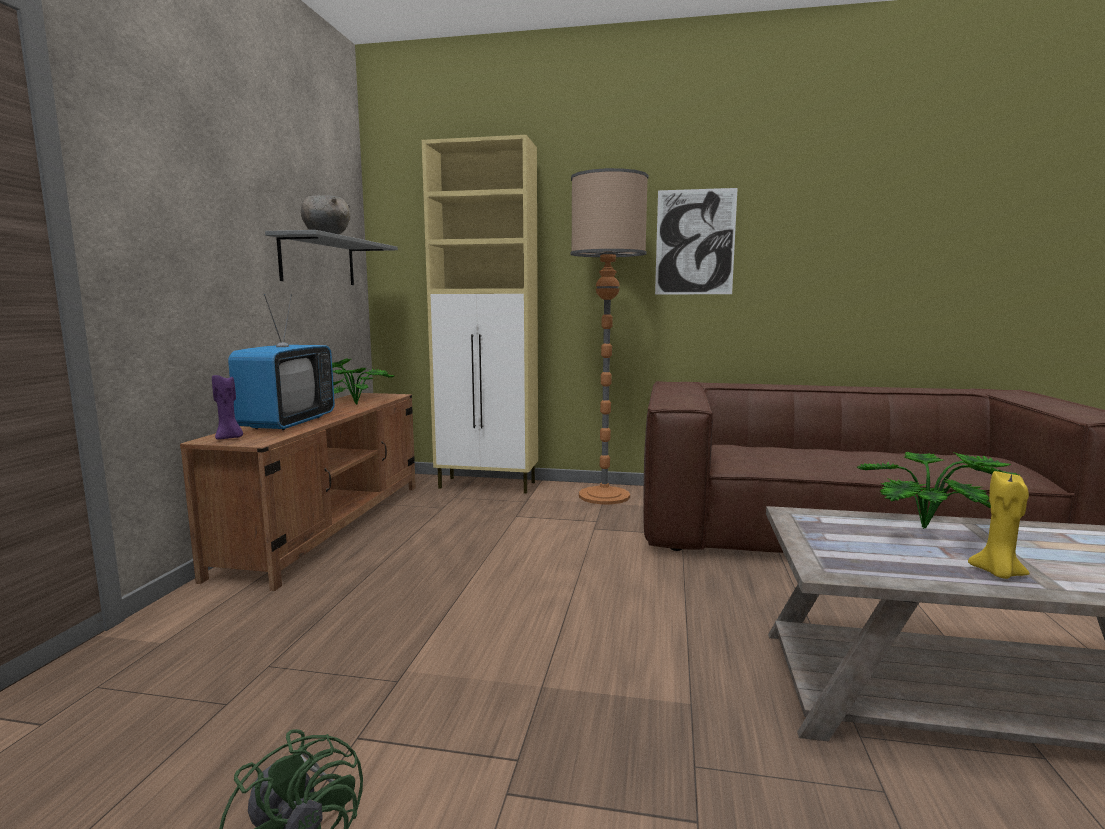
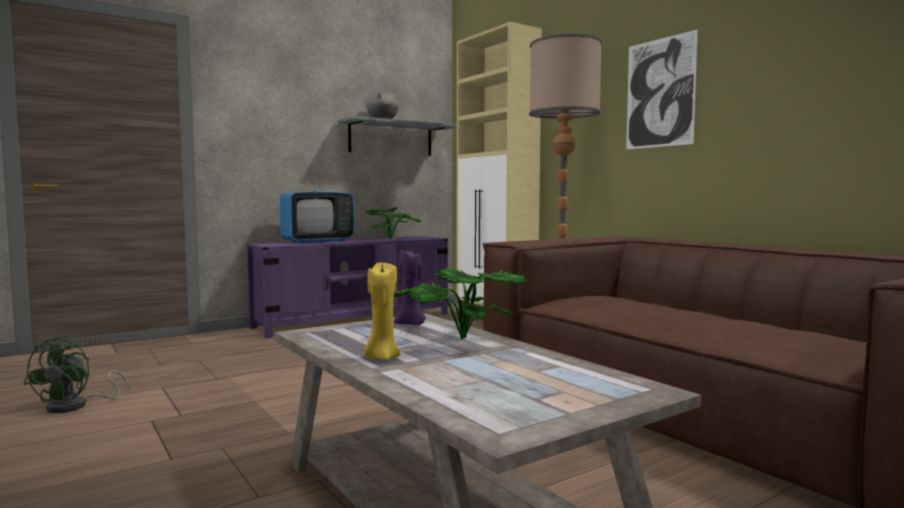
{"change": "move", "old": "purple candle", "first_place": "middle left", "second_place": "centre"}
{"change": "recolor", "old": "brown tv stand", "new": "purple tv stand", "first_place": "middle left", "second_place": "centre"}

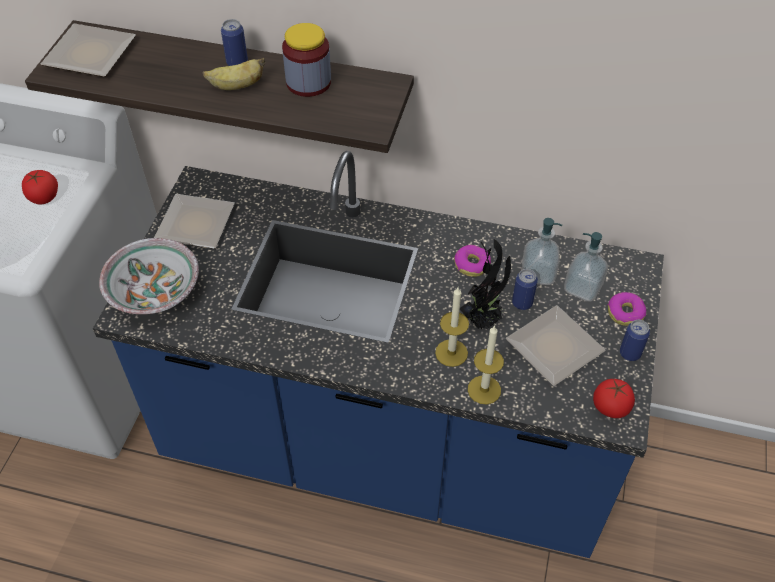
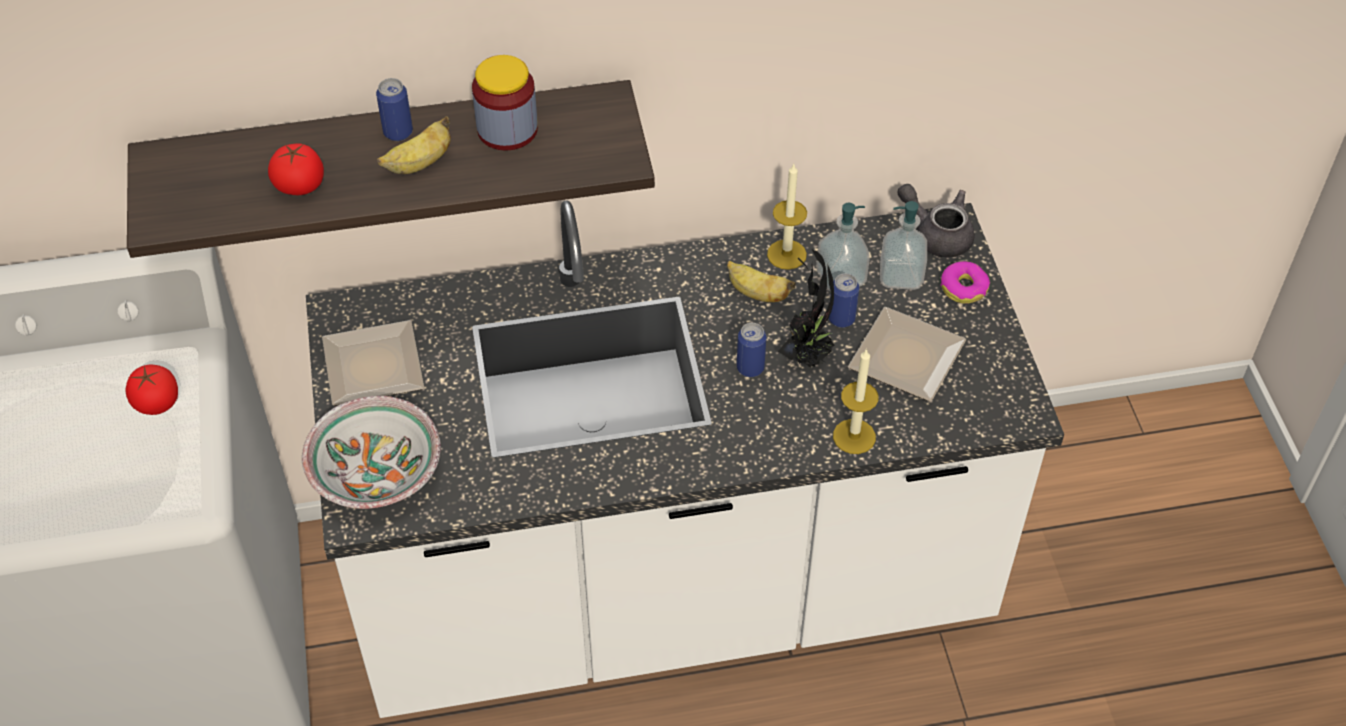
{"change": "delete", "old": "plate (1st from left)", "first_place": "top left"}
{"change": "recolor", "old": "blue counter", "new": "white counter", "first_place": "centre", "second_place": "centre"}
{"change": "replace", "old": "donut (1st from left)", "new": "banana (2nd from left)", "first_place": "centre", "second_place": "centre"}
{"change": "move", "old": "candle (1st from left)", "first_place": "centre", "second_place": "top centre"}
{"change": "move", "old": "can (3rd from left in the first image)", "new": "can (2nd from left)", "first_place": "middle right", "second_place": "centre"}
{"change": "move", "old": "tomato (2nd from left)", "first_place": "bottom right", "second_place": "top left"}
{"change": "insert", "new": "grey teapot", "second_place": "top right"}

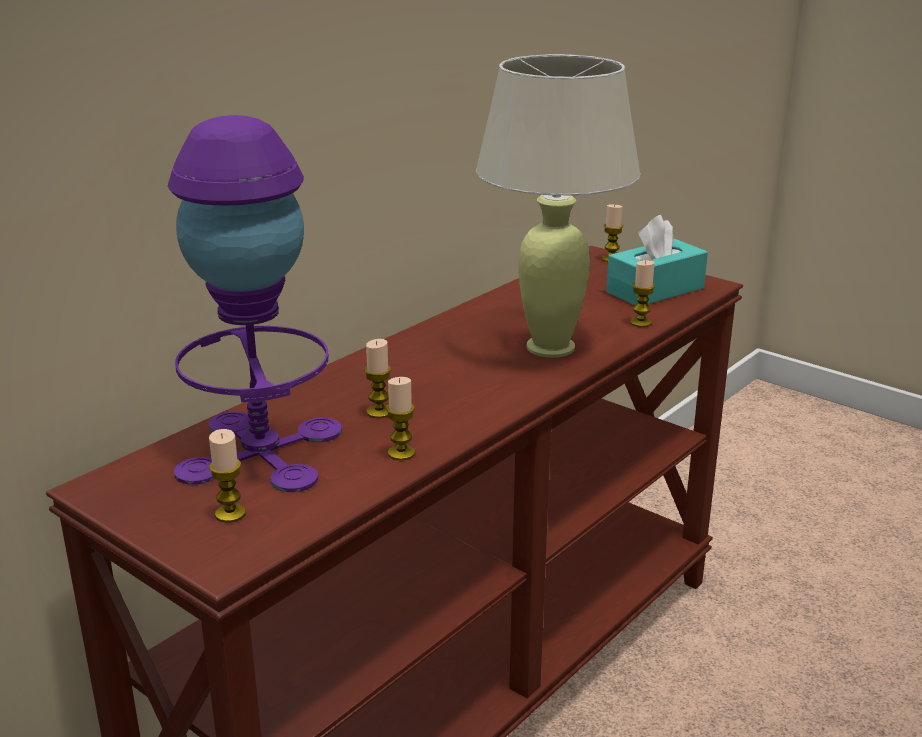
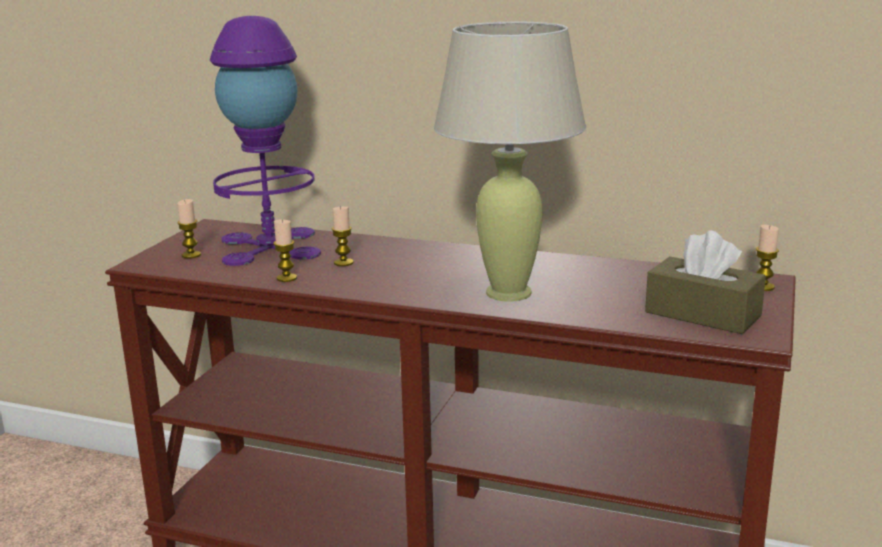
{"change": "recolor", "old": "turquoise tissue box", "new": "brown tissue box", "first_place": "middle right", "second_place": "middle right"}
{"change": "delete", "old": "candle (5th from left)", "first_place": "middle right"}

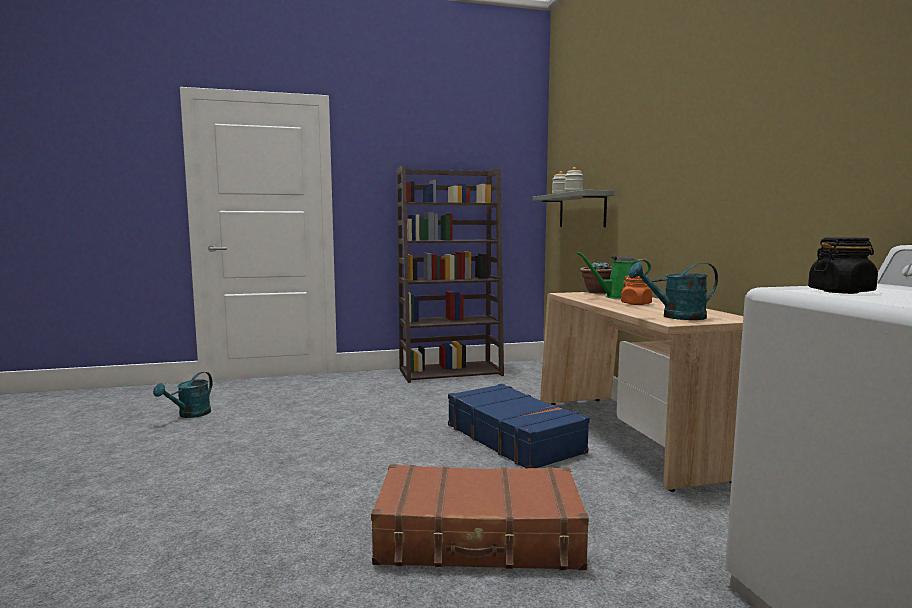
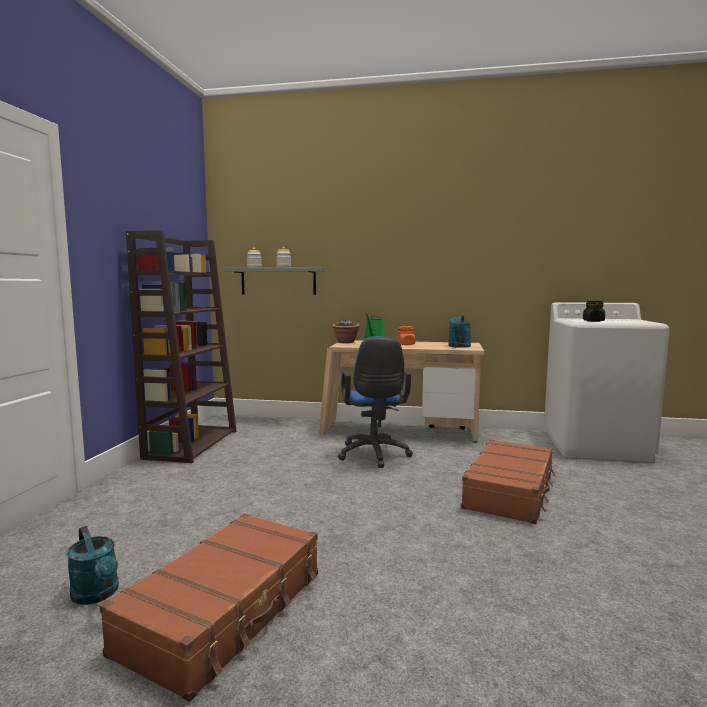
{"change": "replace", "old": "blue suitcase", "new": "blue office chair", "first_place": "bottom centre", "second_place": "centre"}
{"change": "insert", "new": "brown suitcase (1st from left)", "second_place": "bottom left"}

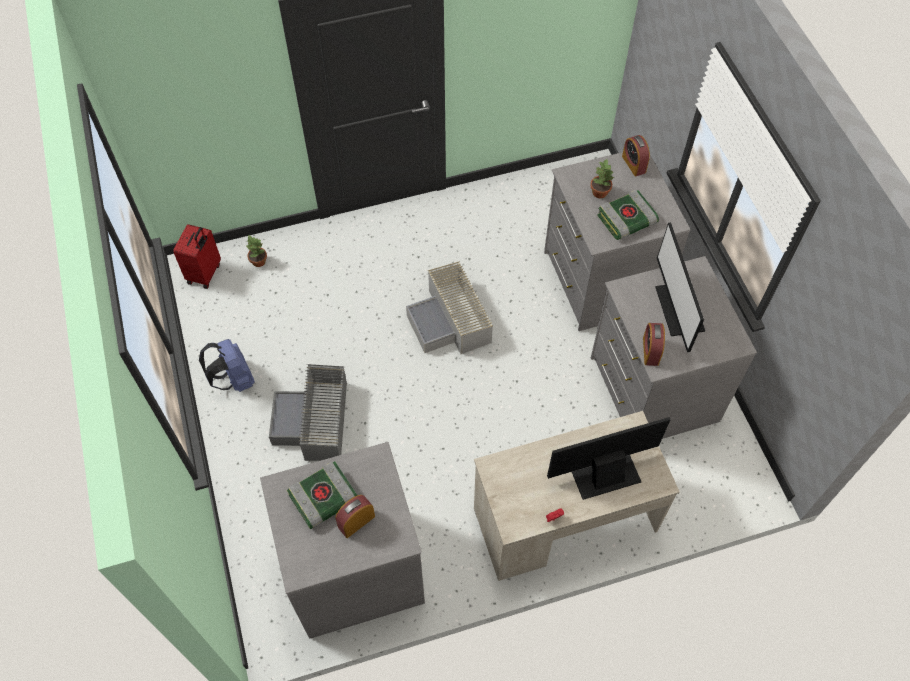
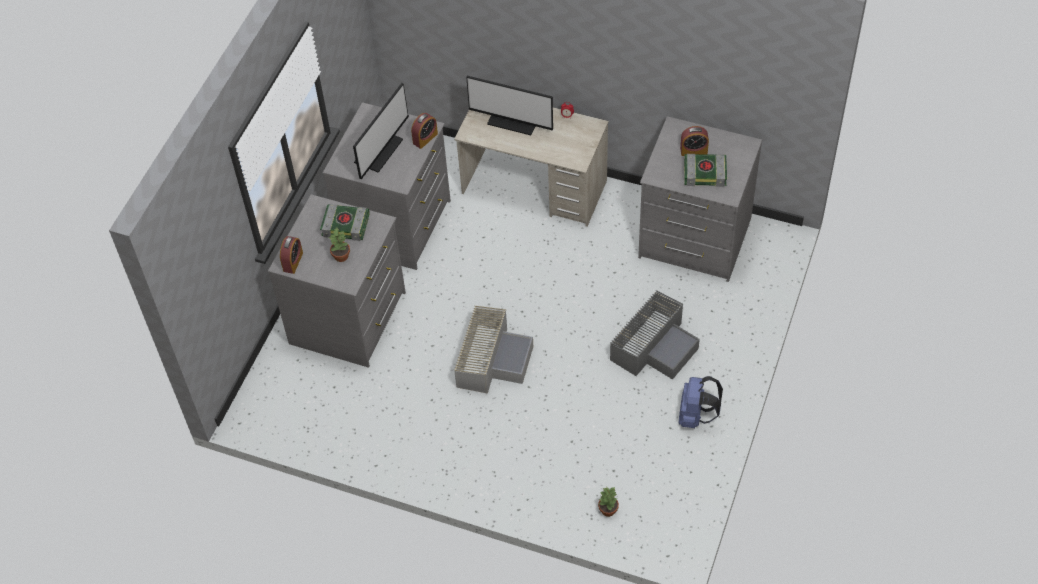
{"change": "delete", "old": "red suitcase", "first_place": "middle left"}

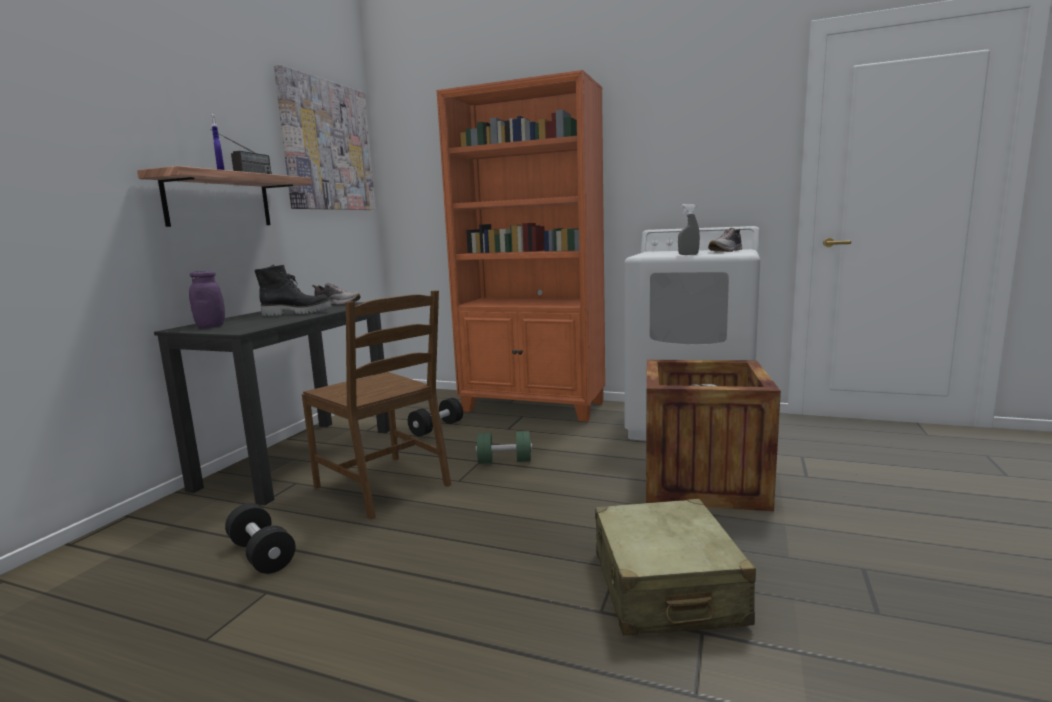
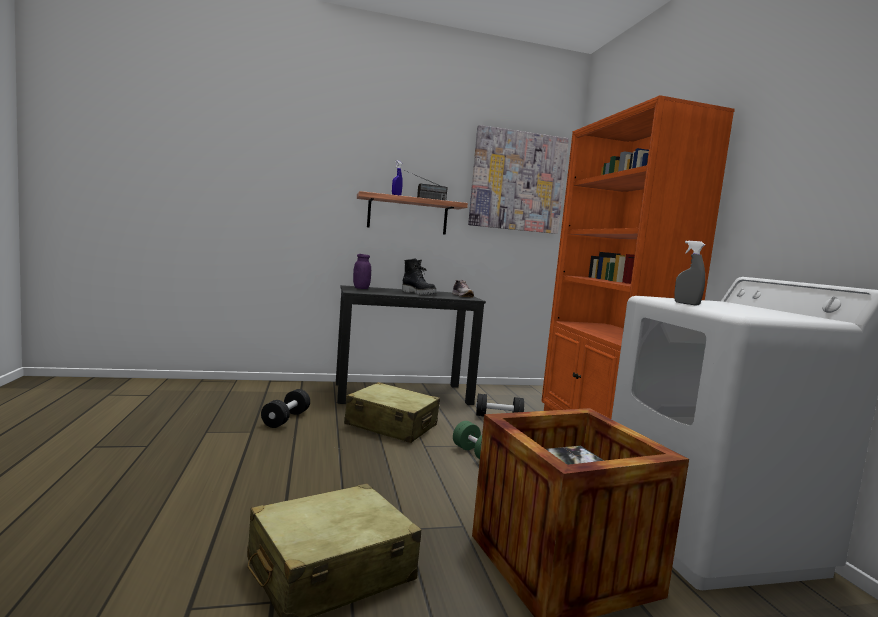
{"change": "delete", "old": "shoe (2nd from left)", "first_place": "middle right"}
{"change": "replace", "old": "brown chair", "new": "beige suitcase (2nd from left)", "first_place": "centre", "second_place": "bottom centre"}

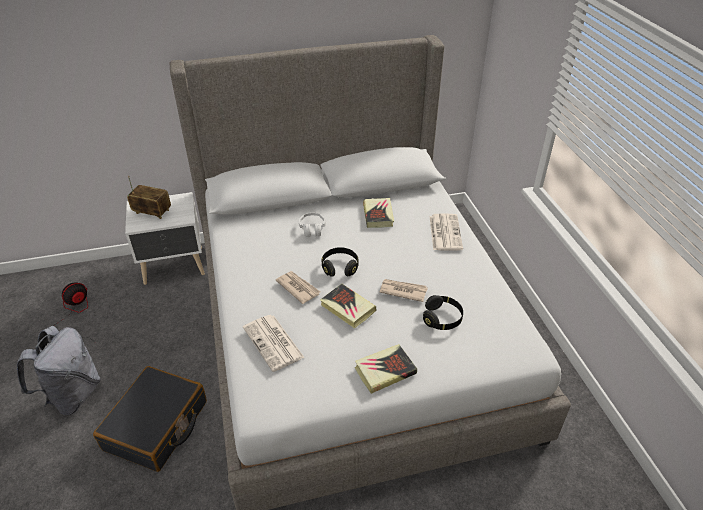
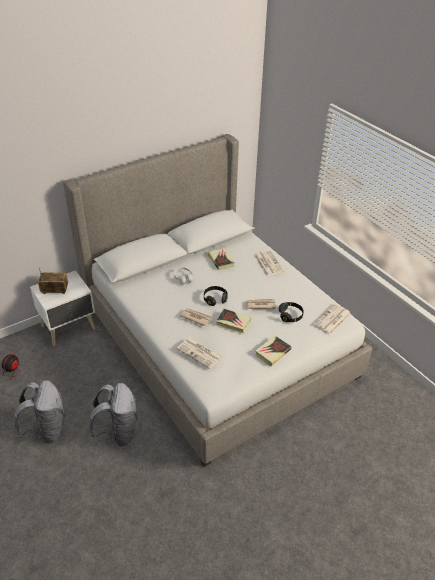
{"change": "replace", "old": "black suitcase", "new": "grey backpack (2nd from left)", "first_place": "bottom left", "second_place": "bottom left"}
{"change": "insert", "new": "newspaper (5th from left)", "second_place": "middle right"}

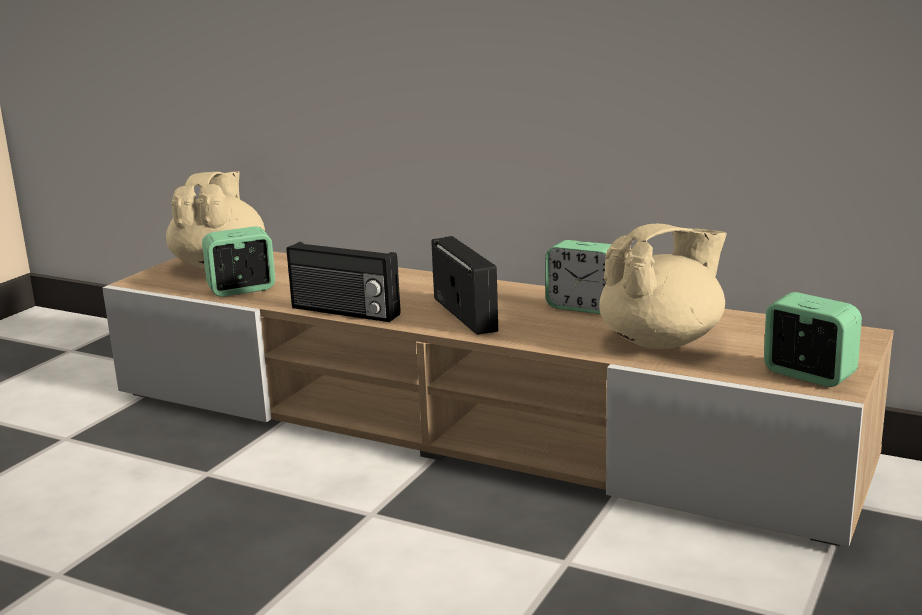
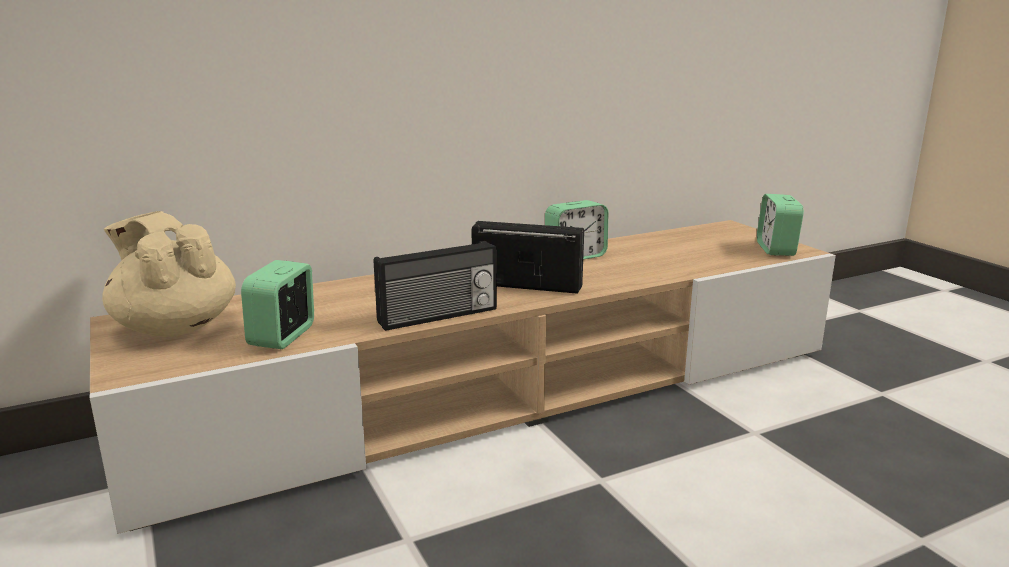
{"change": "delete", "old": "beige teapot (2nd from left)", "first_place": "middle right"}
{"change": "rotate", "old": "alarm clock (3rd from left)", "first_place": "middle right", "second_place": "middle right", "degrees": -75}

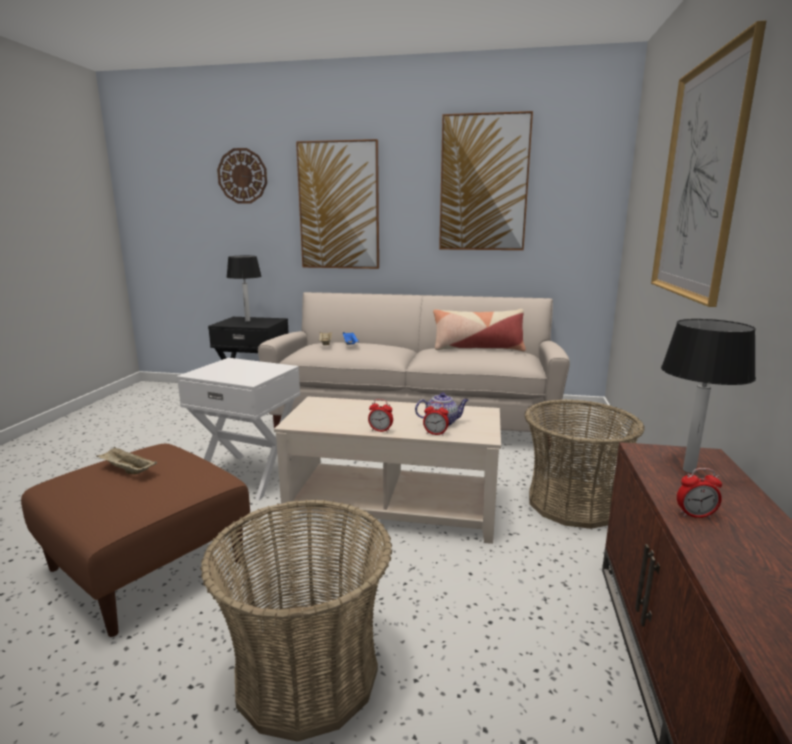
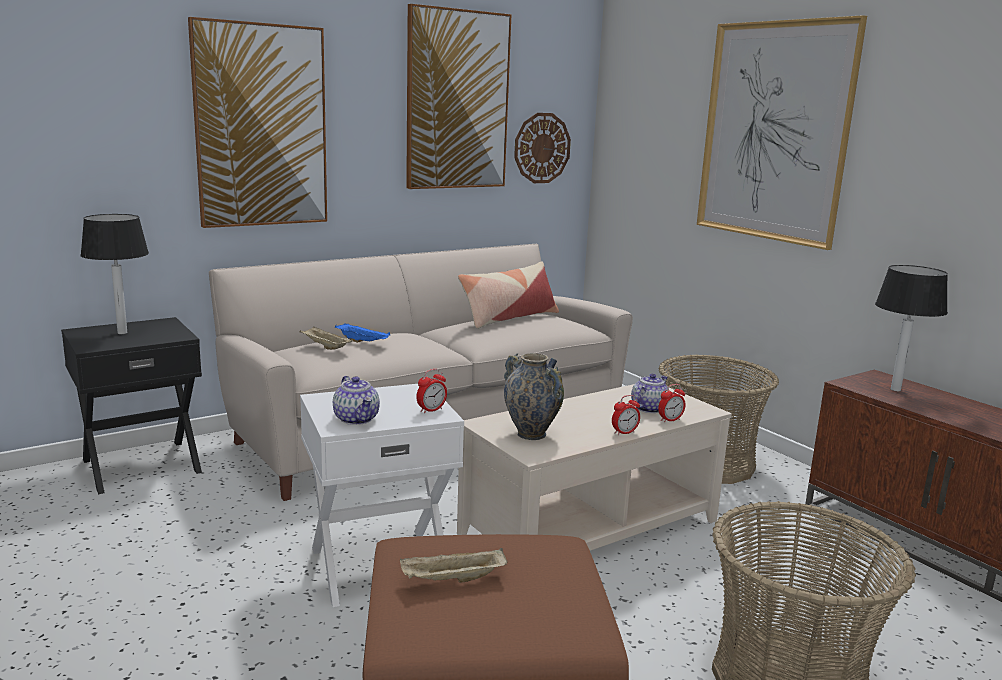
{"change": "move", "old": "wall clock", "first_place": "top left", "second_place": "top centre"}
{"change": "move", "old": "alarm clock (3rd from left in the first image)", "new": "alarm clock (1st from left)", "first_place": "middle right", "second_place": "centre"}
{"change": "insert", "new": "vase", "second_place": "centre"}
{"change": "insert", "new": "teapot (1st from left)", "second_place": "centre"}

